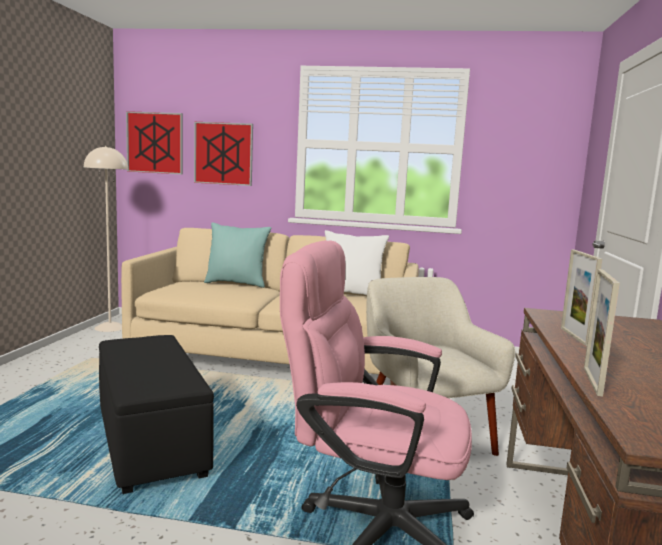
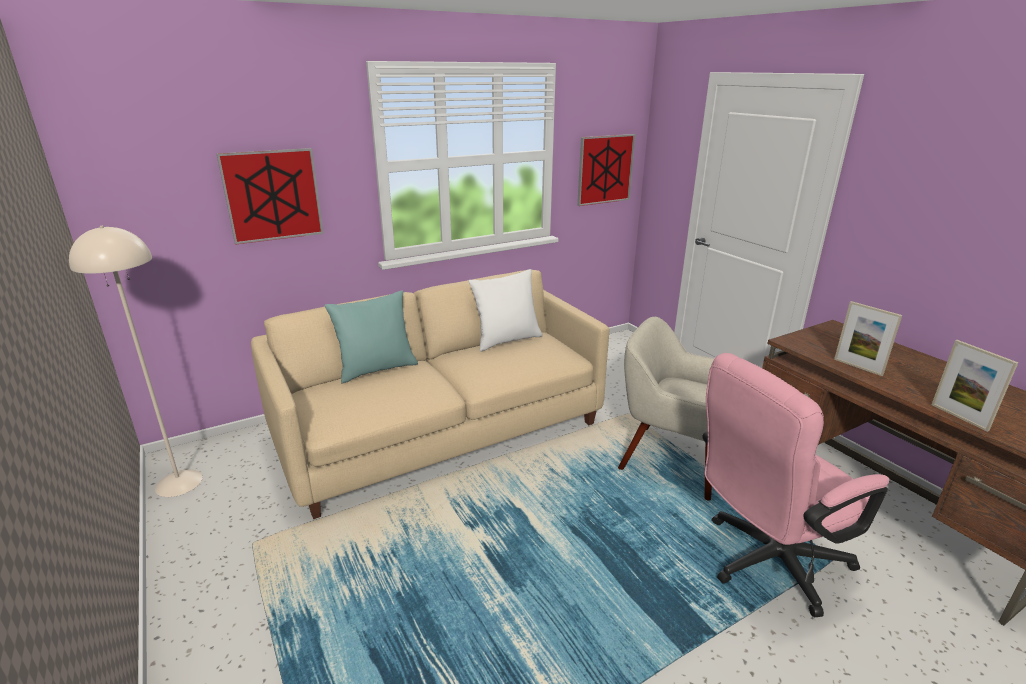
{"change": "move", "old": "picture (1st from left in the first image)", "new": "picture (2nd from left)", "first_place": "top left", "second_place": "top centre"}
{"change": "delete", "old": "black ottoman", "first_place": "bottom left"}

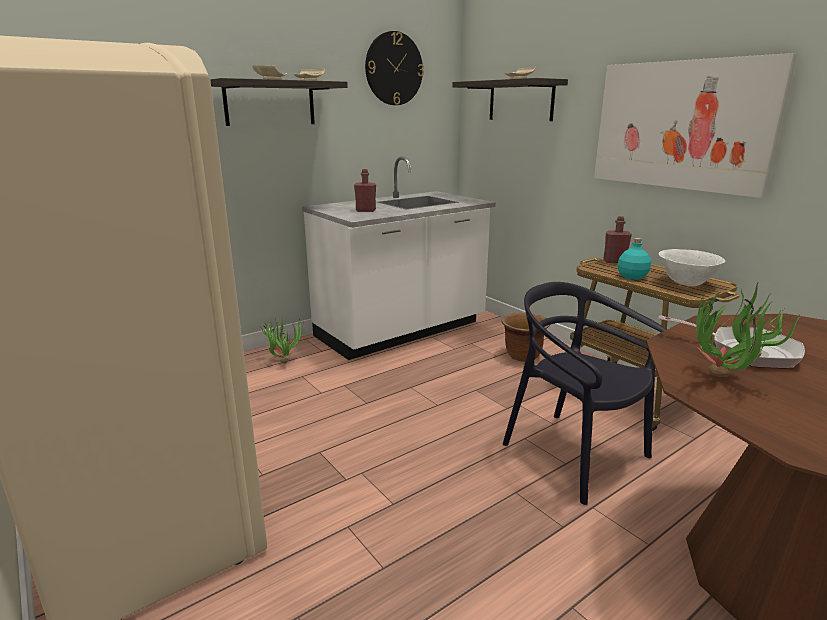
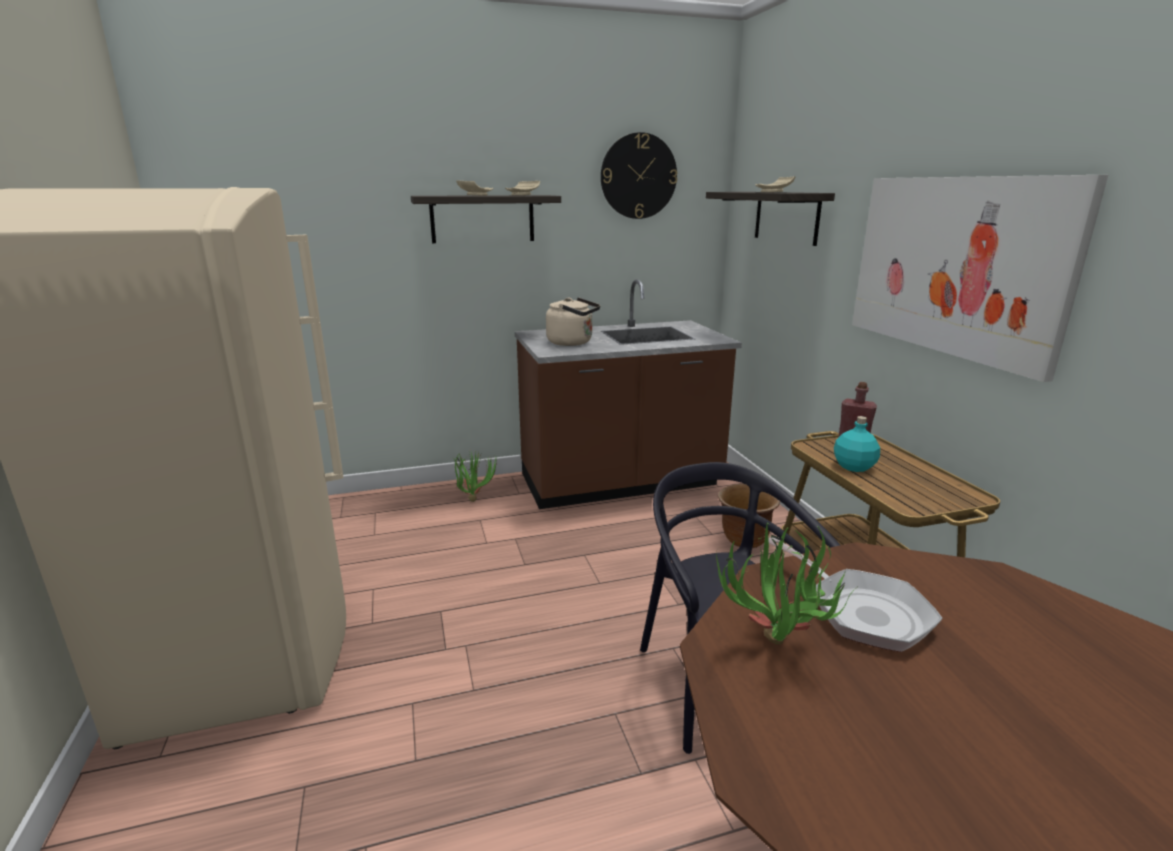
{"change": "recolor", "old": "white counter", "new": "brown counter", "first_place": "centre", "second_place": "centre"}
{"change": "replace", "old": "red bottle (1st from left)", "new": "beige kettle", "first_place": "top centre", "second_place": "centre"}
{"change": "delete", "old": "white bowl", "first_place": "middle right"}

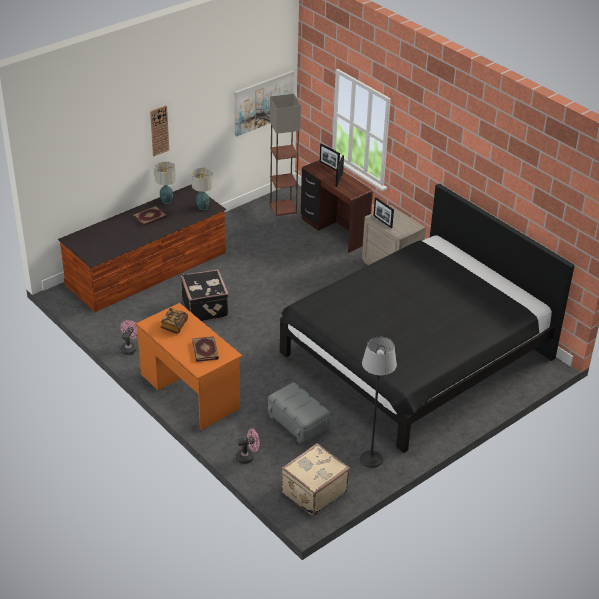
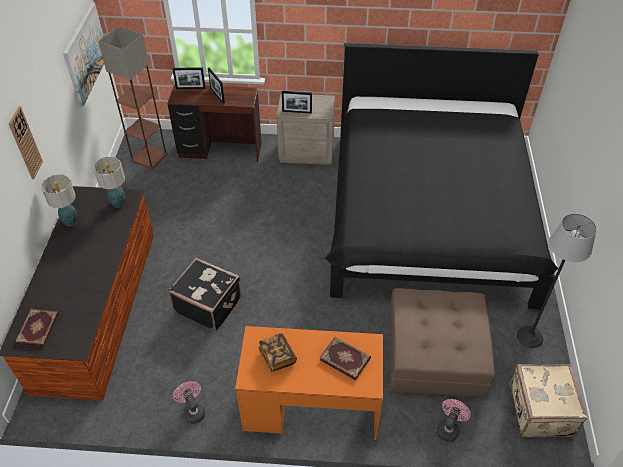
{"change": "move", "old": "book (1st from left)", "first_place": "middle left", "second_place": "bottom left"}
{"change": "replace", "old": "grey storage box", "new": "brown ottoman", "first_place": "bottom centre", "second_place": "bottom right"}

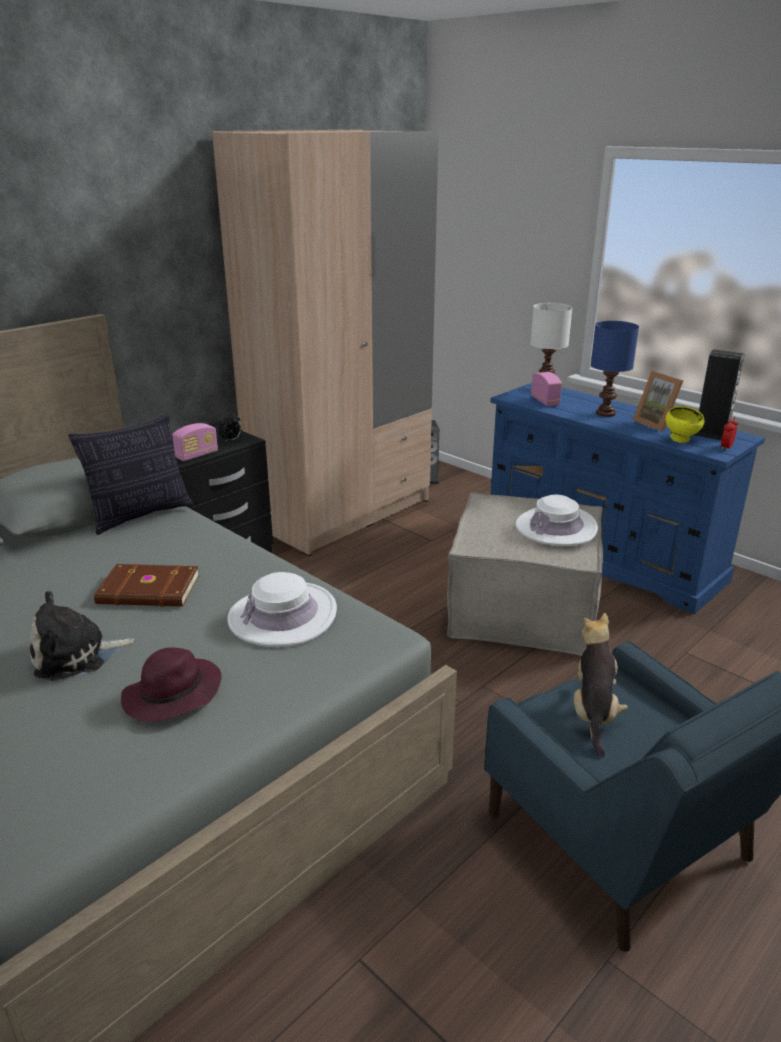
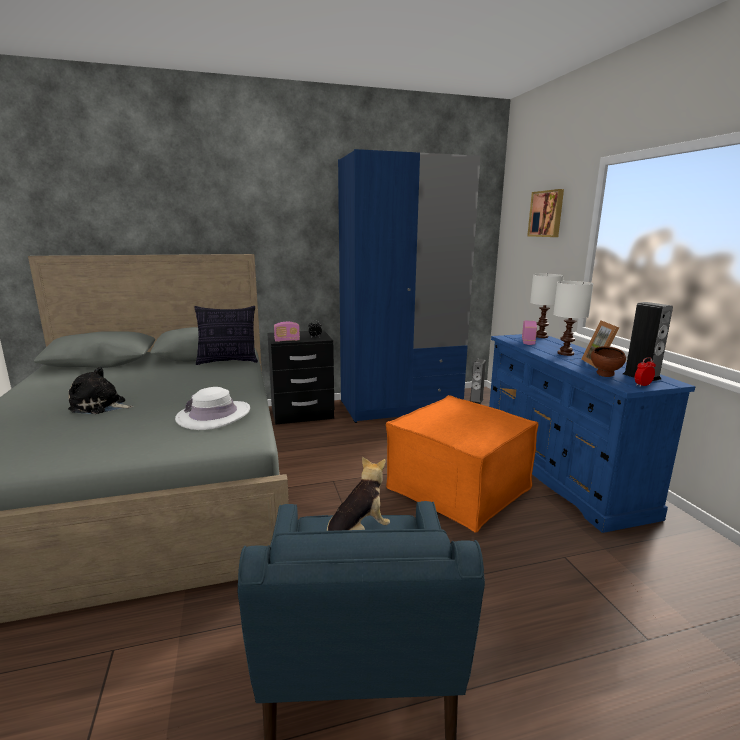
{"change": "recolor", "old": "beige wardrobe", "new": "blue wardrobe", "first_place": "top centre", "second_place": "centre"}
{"change": "recolor", "old": "blue table lamp", "new": "white table lamp (2nd from left)", "first_place": "middle right", "second_place": "middle right"}
{"change": "recolor", "old": "yellow bowl", "new": "brown bowl", "first_place": "middle right", "second_place": "middle right"}
{"change": "recolor", "old": "beige ottoman", "new": "orange ottoman", "first_place": "middle right", "second_place": "centre"}
{"change": "delete", "old": "white hat (2nd from left)", "first_place": "middle right"}
{"change": "delete", "old": "brown book", "first_place": "middle left"}
{"change": "delete", "old": "purple hat", "first_place": "middle left"}
{"change": "insert", "new": "picture", "second_place": "top right"}

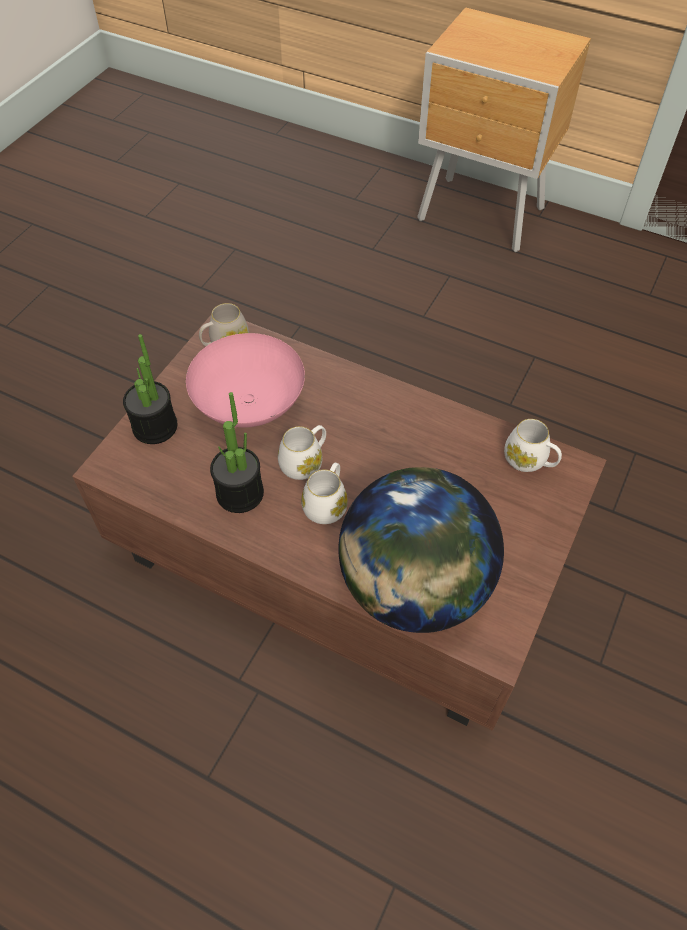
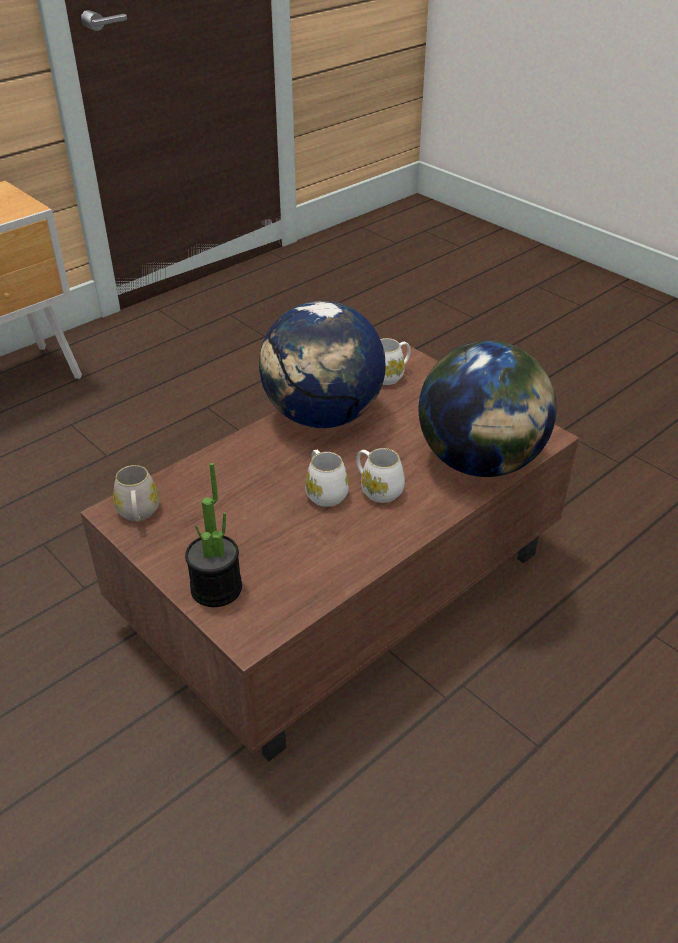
{"change": "delete", "old": "pink bowl", "first_place": "centre"}
{"change": "delete", "old": "potted plant (2nd from left)", "first_place": "centre"}
{"change": "insert", "new": "globe (1st from left)", "second_place": "centre"}

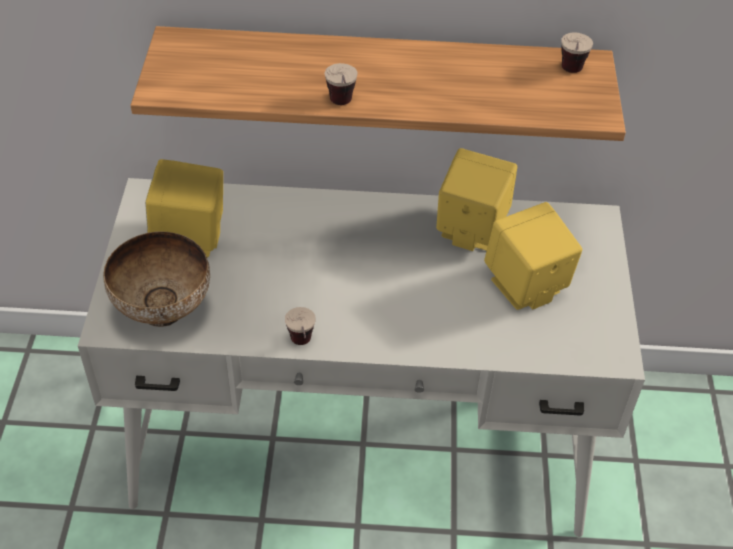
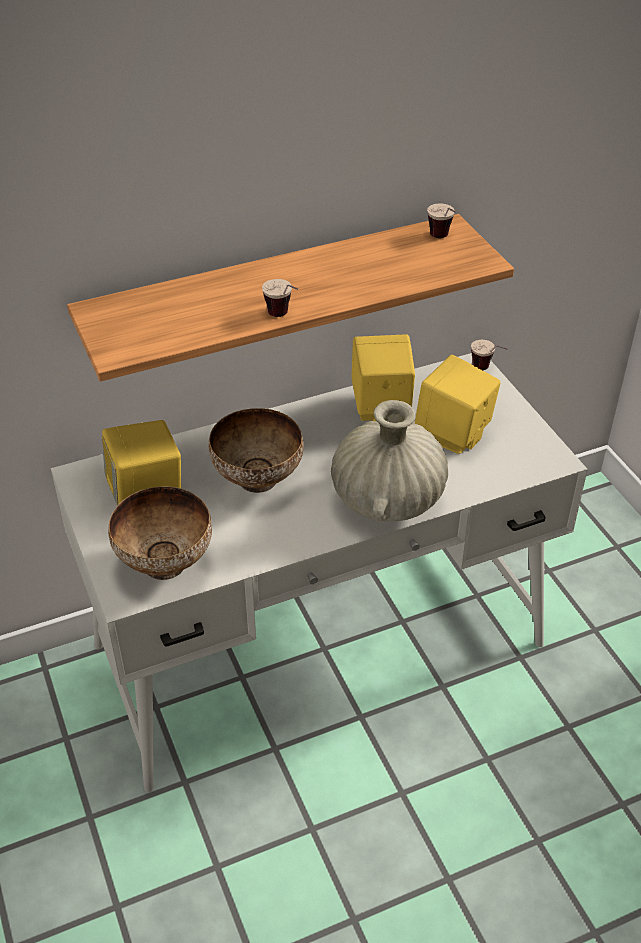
{"change": "move", "old": "cup (1st from left in the first image)", "new": "cup (3rd from left)", "first_place": "centre", "second_place": "middle right"}
{"change": "insert", "new": "beige vase", "second_place": "centre"}
{"change": "insert", "new": "bowl (2nd from left)", "second_place": "centre"}

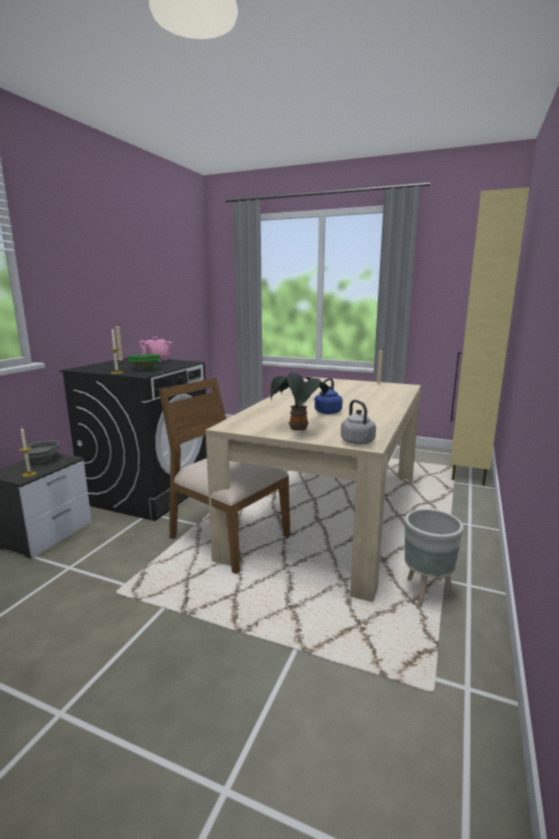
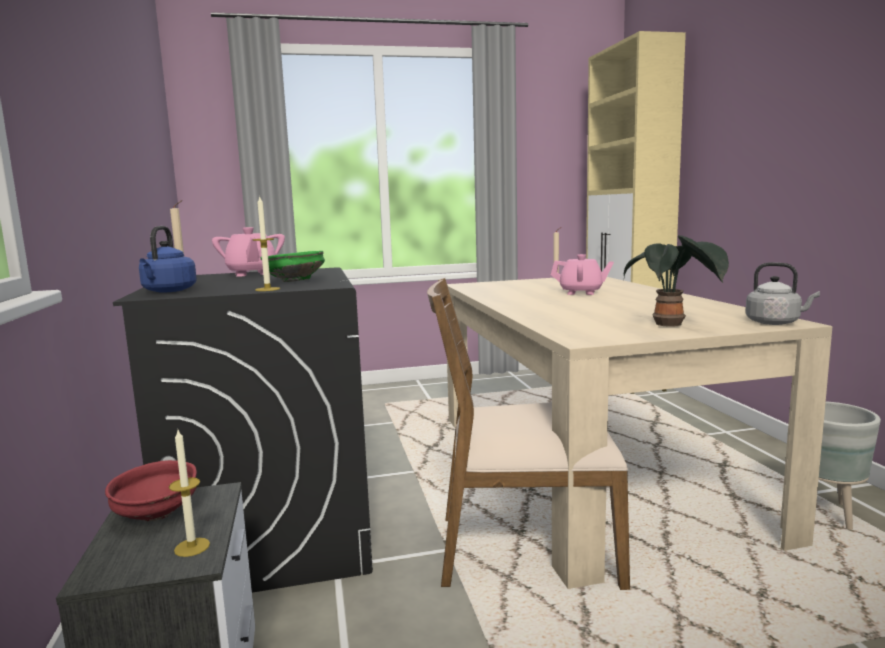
{"change": "move", "old": "blue kettle", "first_place": "centre", "second_place": "middle left"}
{"change": "recolor", "old": "grey bowl", "new": "red bowl", "first_place": "middle left", "second_place": "bottom left"}
{"change": "insert", "new": "pink teapot (2nd from left)", "second_place": "centre"}

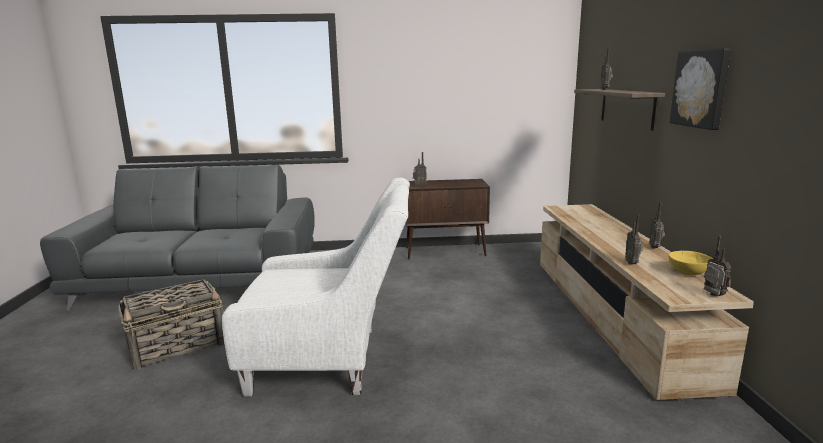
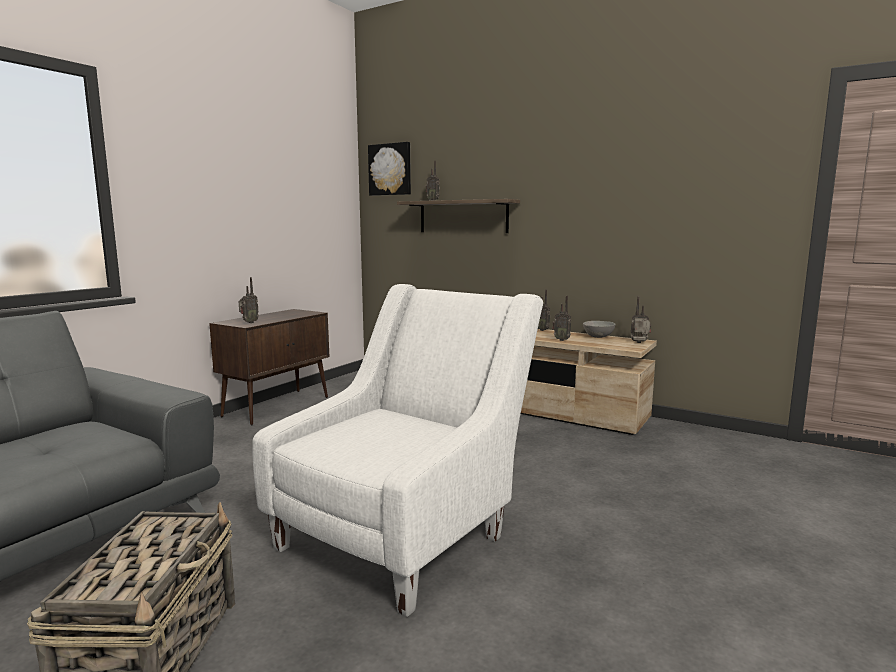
{"change": "move", "old": "picture", "first_place": "top right", "second_place": "top centre"}
{"change": "recolor", "old": "yellow bowl", "new": "grey bowl", "first_place": "middle right", "second_place": "middle right"}

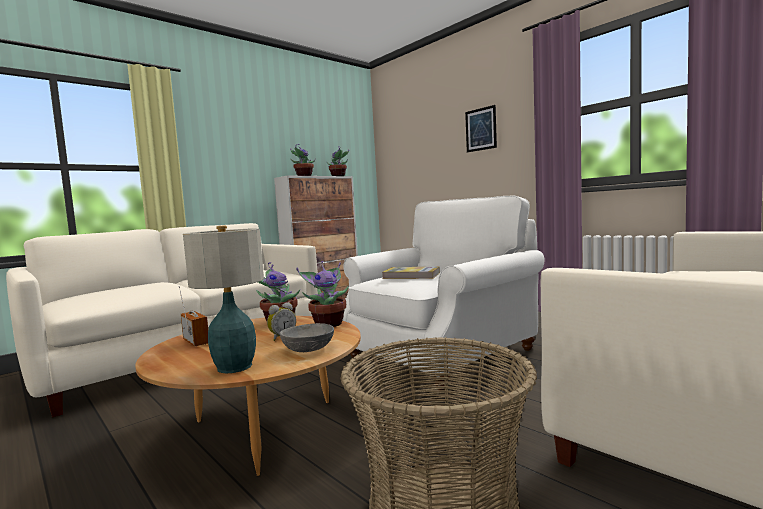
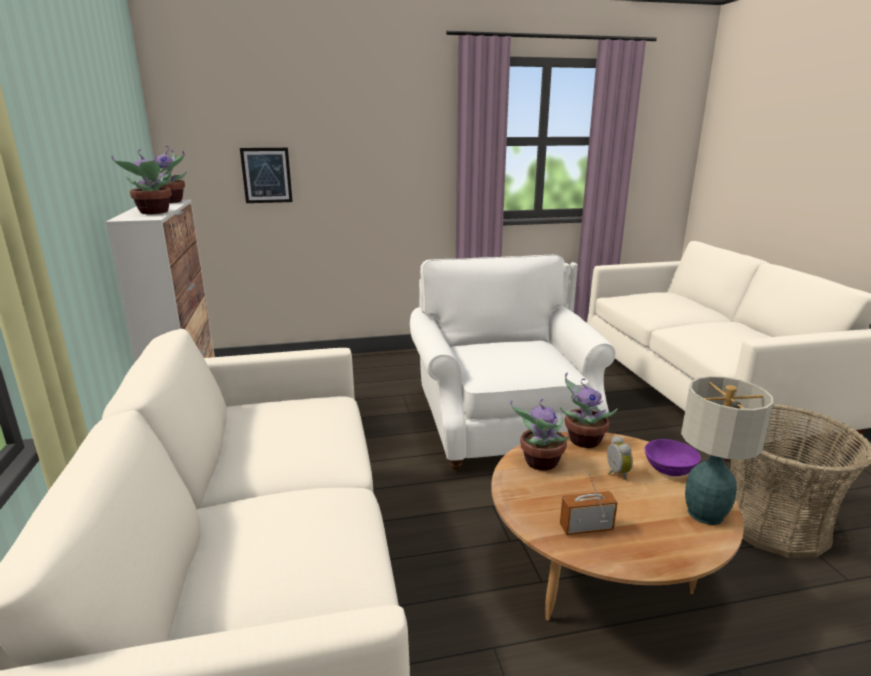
{"change": "move", "old": "picture", "first_place": "top centre", "second_place": "top left"}
{"change": "delete", "old": "book", "first_place": "centre"}
{"change": "recolor", "old": "grey bowl", "new": "purple bowl", "first_place": "centre", "second_place": "bottom right"}

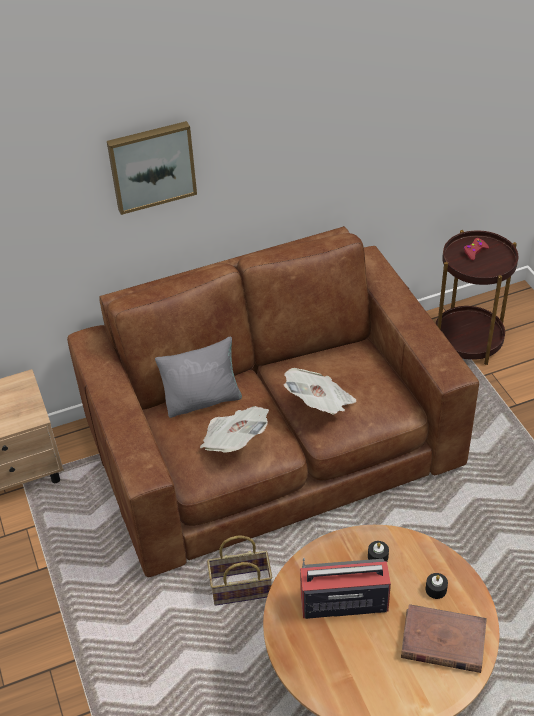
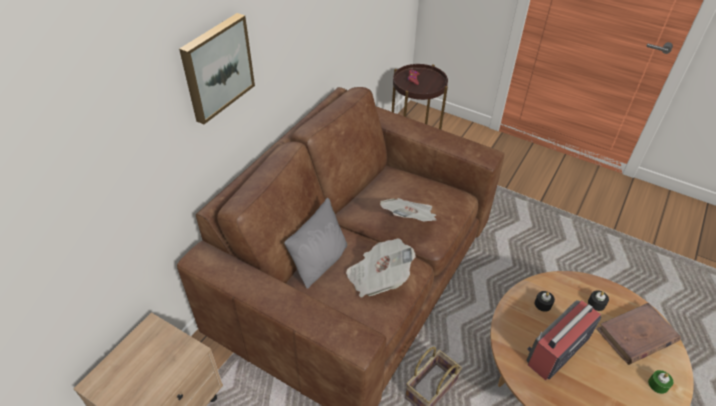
{"change": "insert", "new": "green candle", "second_place": "bottom right"}

